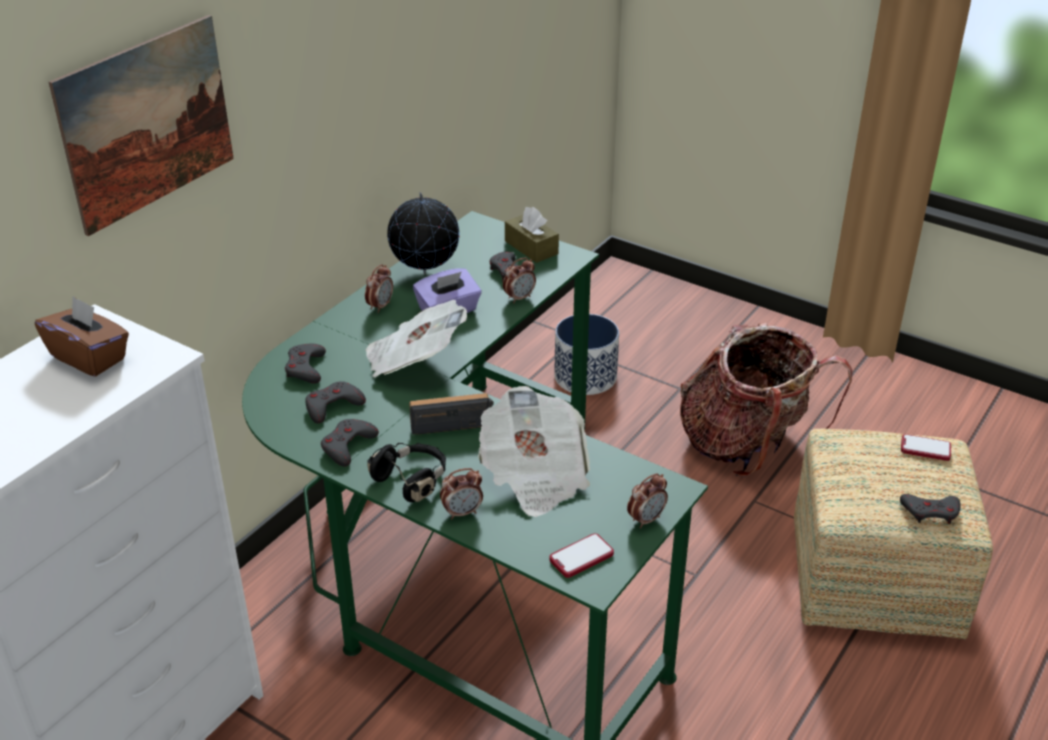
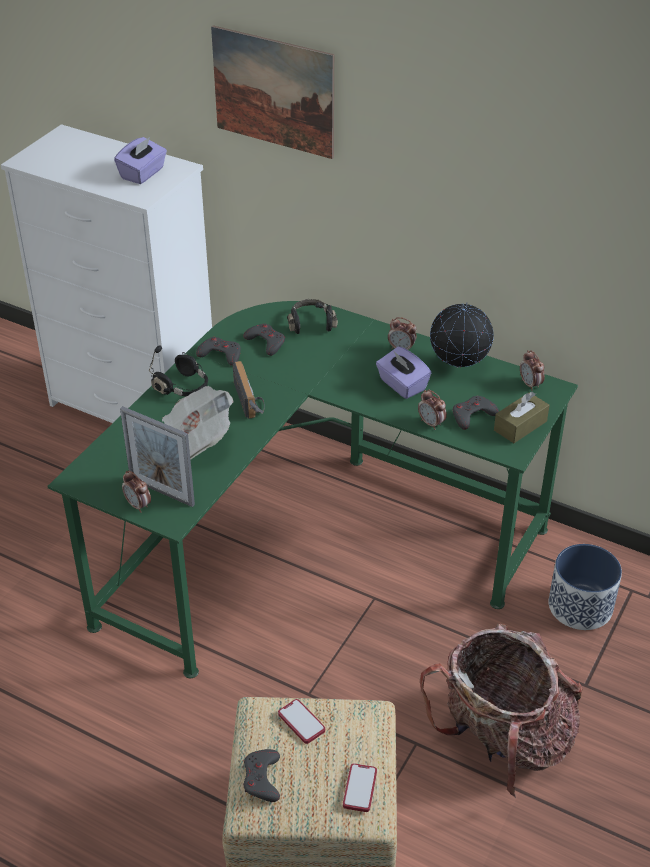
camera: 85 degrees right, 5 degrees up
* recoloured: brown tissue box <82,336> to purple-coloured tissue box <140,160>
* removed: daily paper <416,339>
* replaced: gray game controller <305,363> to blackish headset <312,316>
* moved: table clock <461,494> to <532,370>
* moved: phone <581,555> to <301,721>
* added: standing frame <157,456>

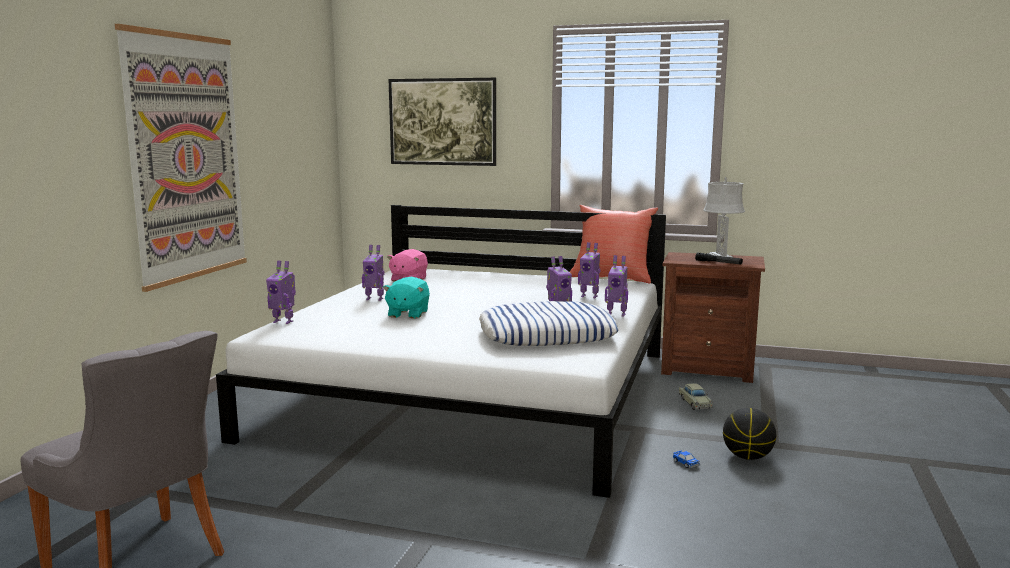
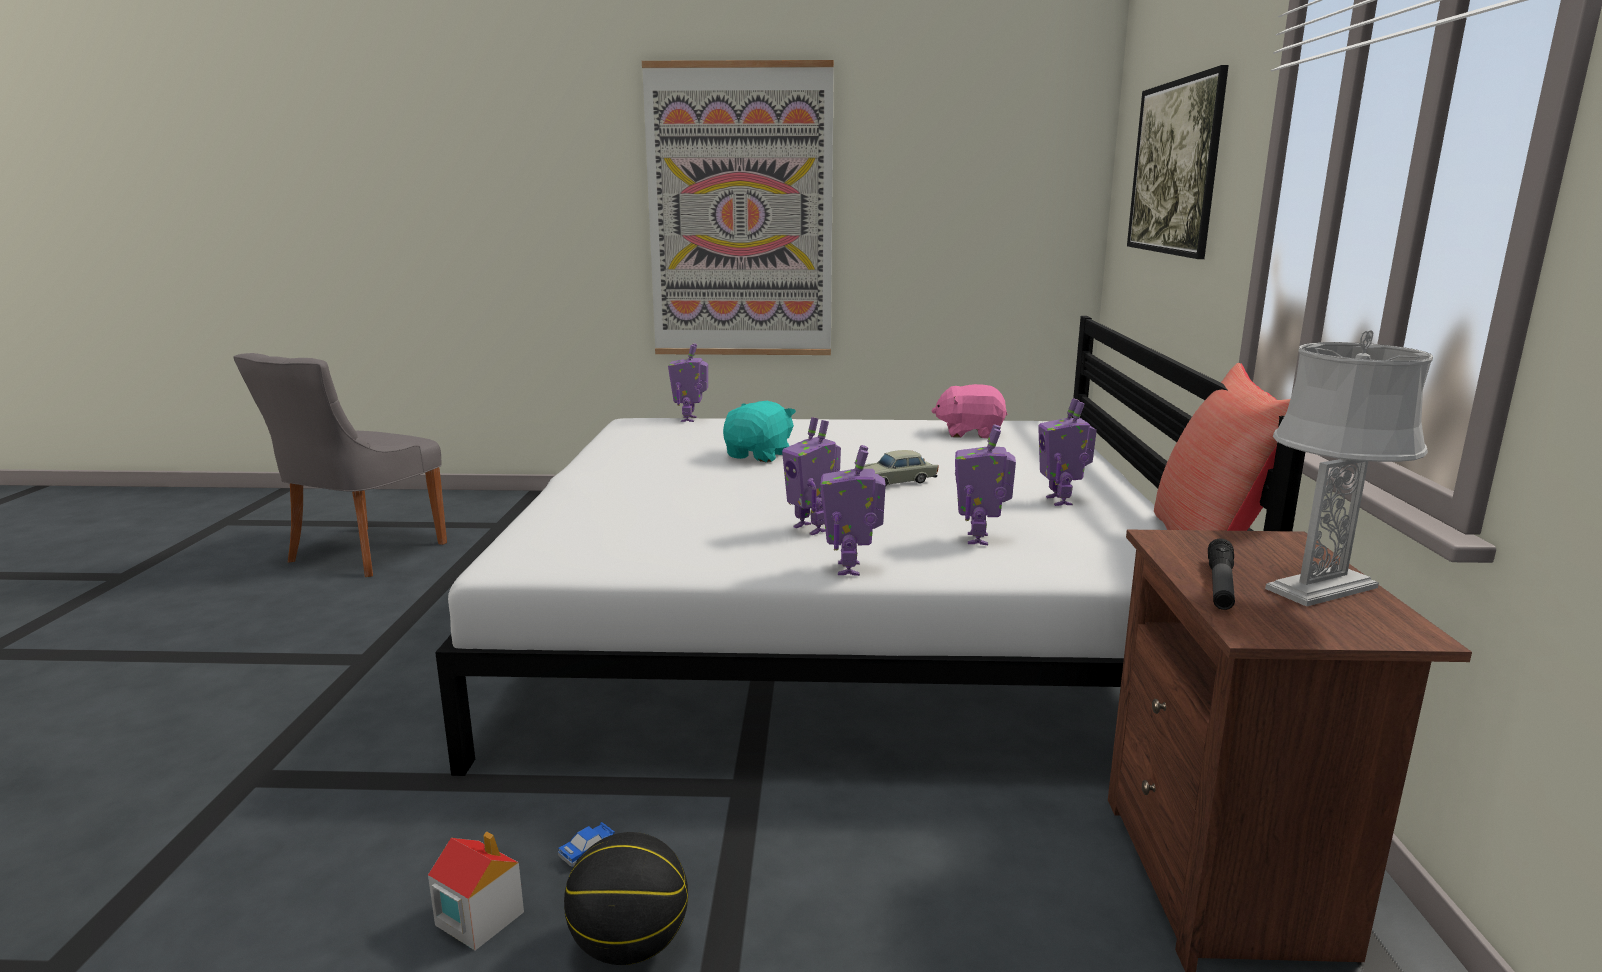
camera: 75 degrees right, 5 degrees up
* moved: robot figure <373,273> to <1067,452>
* turned: blue-green cuddly toy <406,298> = <759,431> 120 degrees clockwise
* removed: cushion <549,323>
* moved: beige-coloured model car <696,396> to <901,467>
* added: miniature house <476,890>

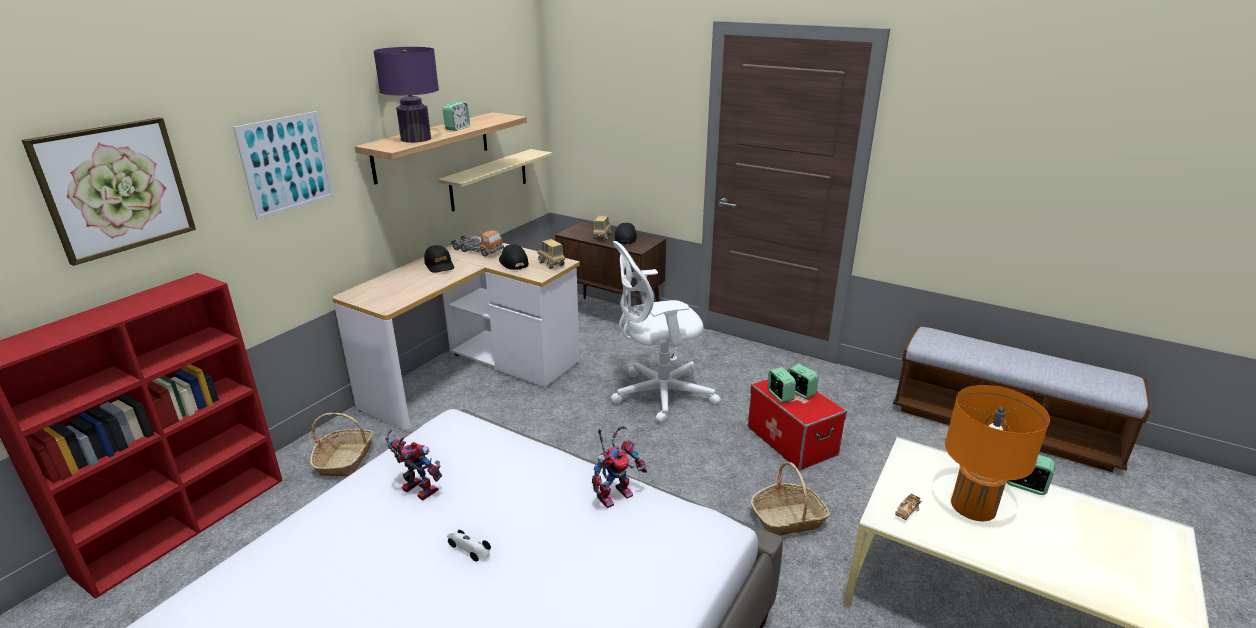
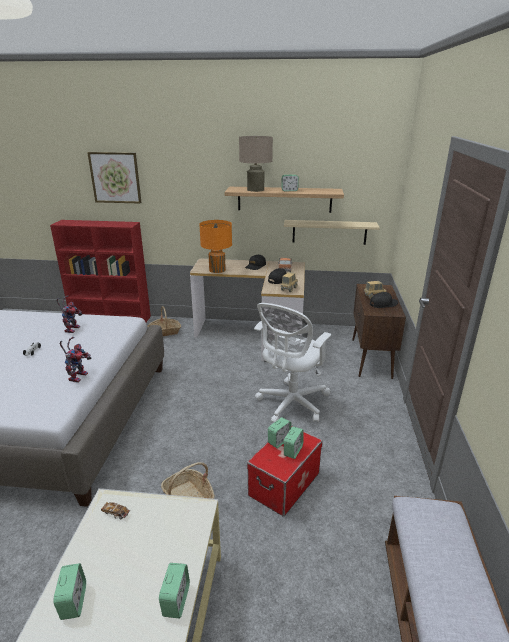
camera: 65 degrees right, 0 degrees up
* recoloured: purple-coloured lamp for a table <406,95> to beige-coloured lamp for a table <256,164>
* removed: picture <283,165>
* turned: whitish desk chair <666,332> = <292,363> 105 degrees counterclockwise
* moved: orange-coloured lamp for a table <997,453> to <215,246>
* turned: robot figure <619,467> = <76,360> 105 degrees counterclockwise
* added: table clock <69,591>

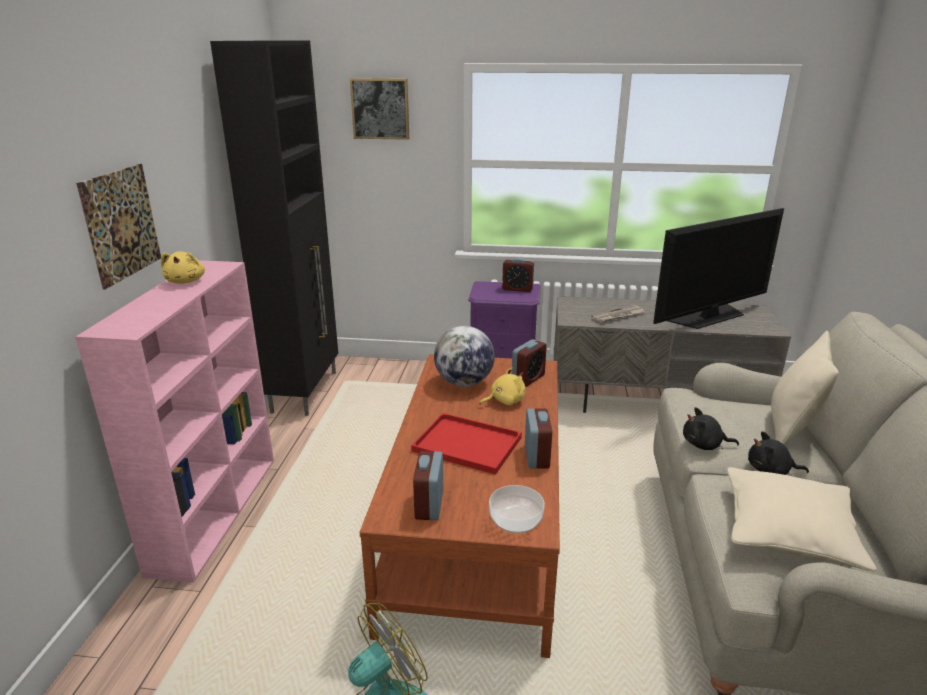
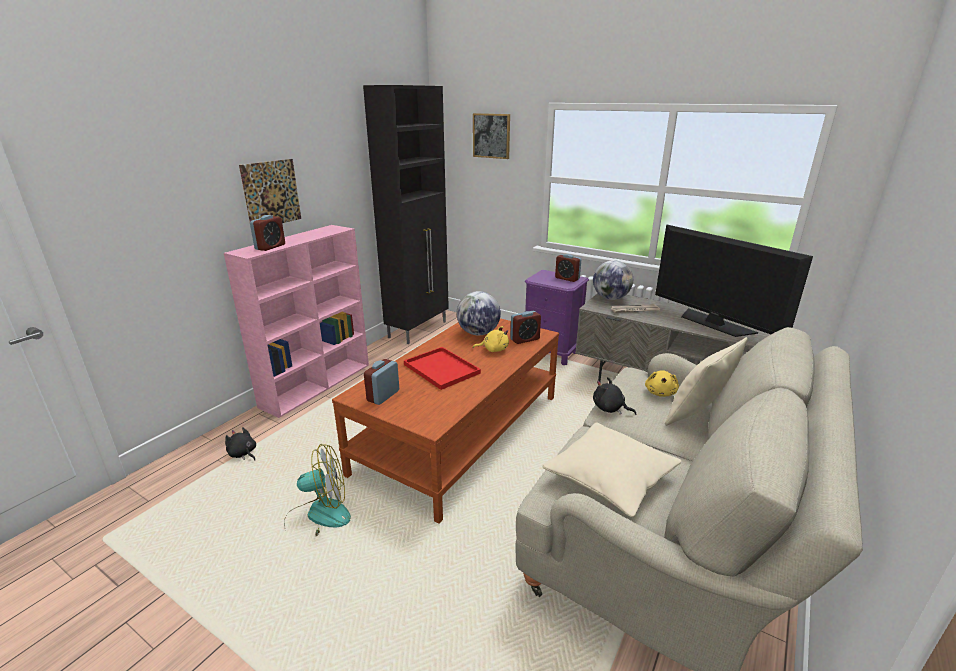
camera: 25 degrees right, 0 degrees up
* turned: TV <718,268> = <734,281> 60 degrees clockwise
* moved: yellow cuddly toy <183,267> to <662,383>
* moved: table clock <538,438> to <267,233>
* moved: blackish cuddly toy <778,453> to <240,444>
* removed: serving bowl <517,509>
* added: world globe <613,280>

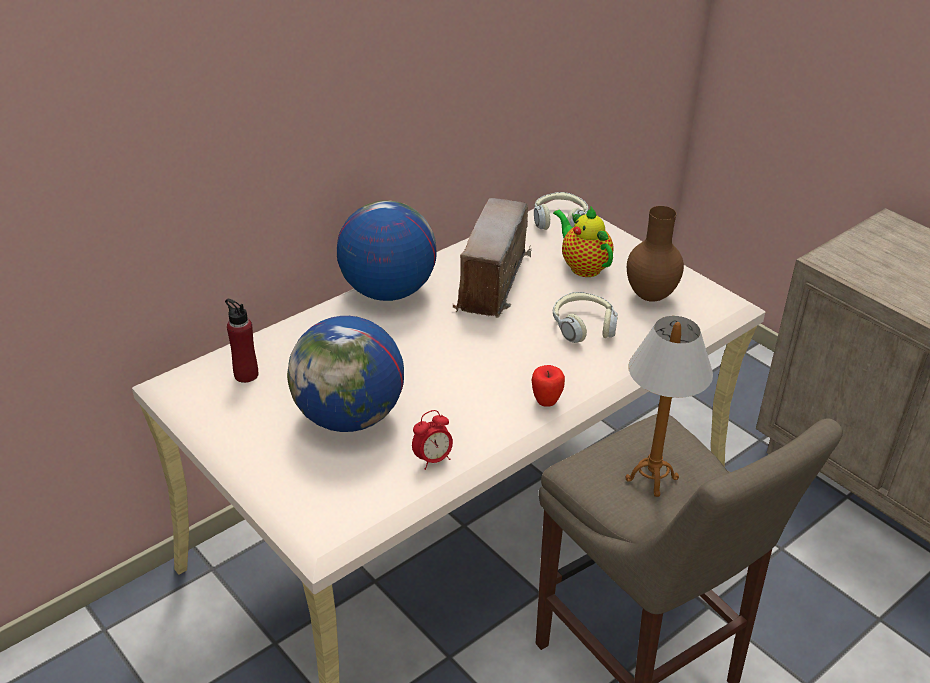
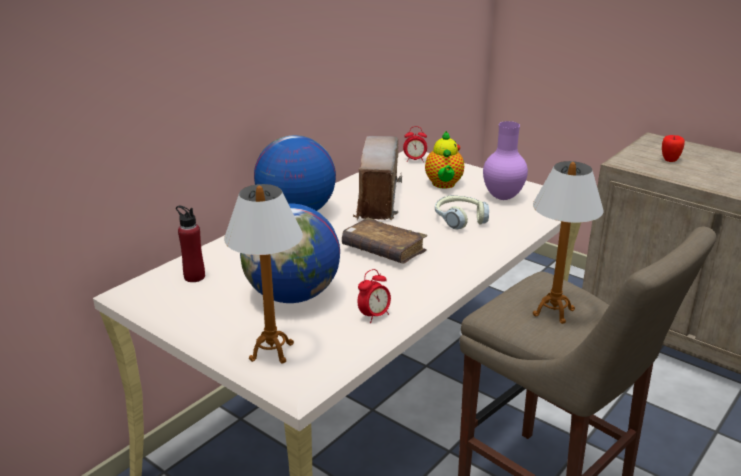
camera: 10 degrees left, 10 degrees down
* replaced: headset <561,211> to table clock <415,144>
* recoloured: brown flower vase <655,254> to purple-coloured flower vase <505,160>
* turned: tea pot <583,242> = <444,160> 135 degrees counterclockwise
* moved: apple fruit <548,386> to <673,148>
* added: lamp for a table <263,274>
* added: brown volume <384,240>

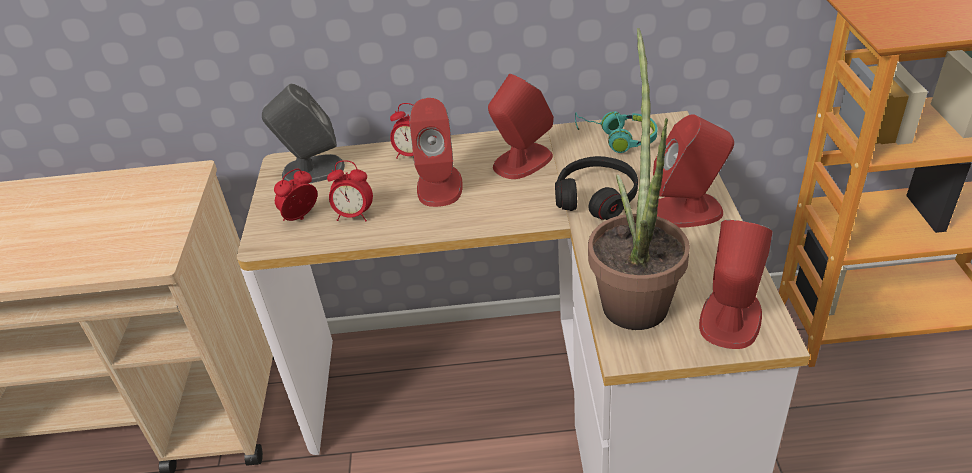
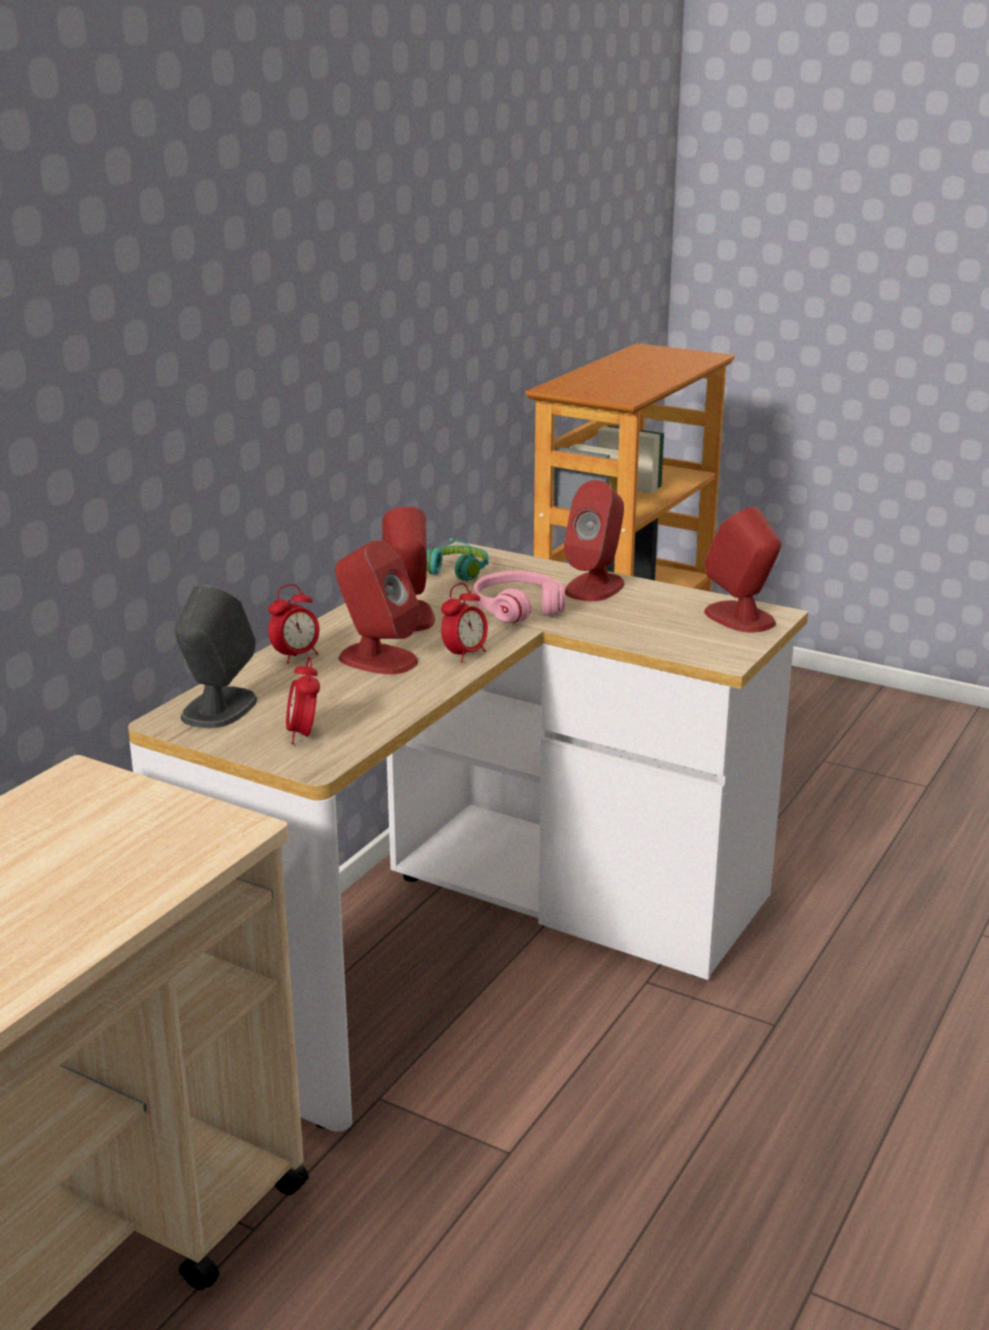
camera: 60 degrees left, 15 degrees down
* removed: potted plant <639,179>
* recoloured: blackish headset <596,188> to pink-coloured headset <519,597>
* moved: table clock <350,190> to <464,623>

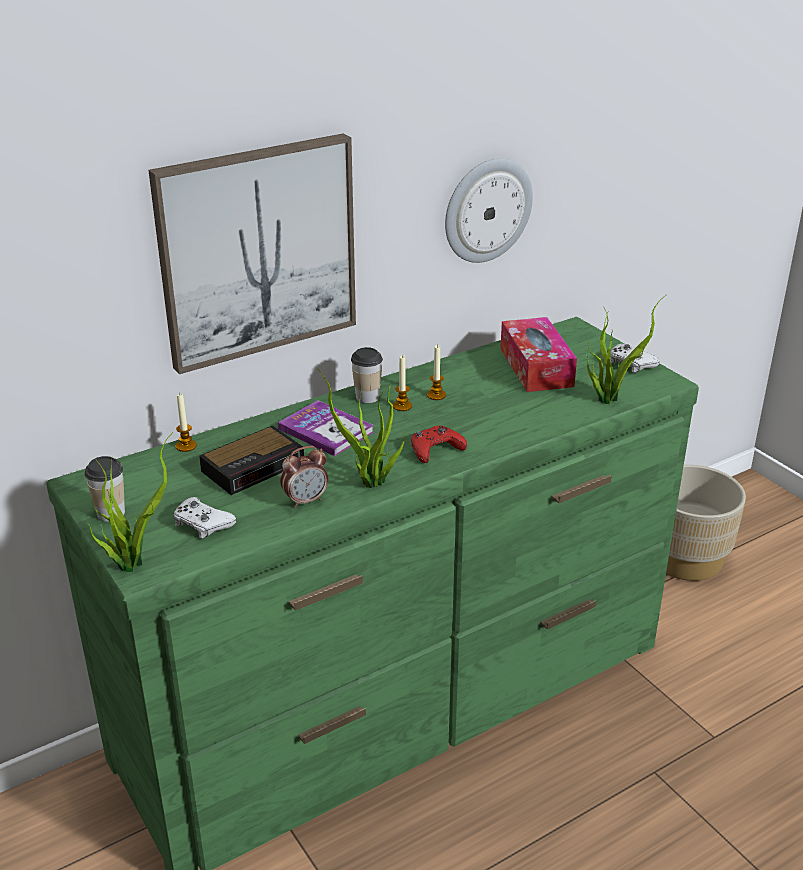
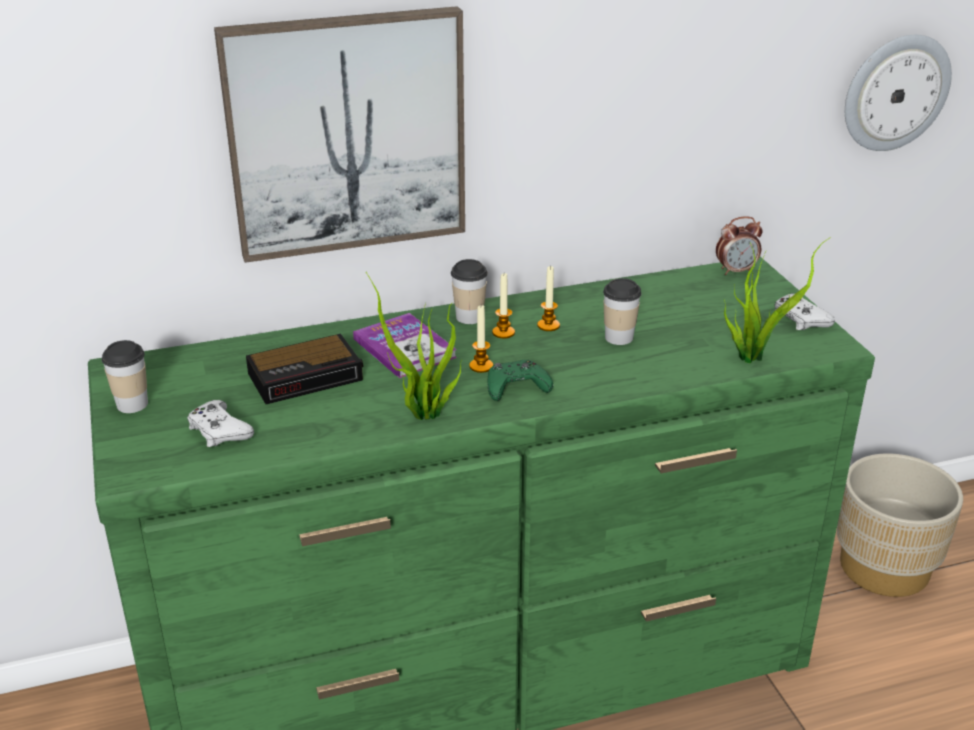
camera: 15 degrees right, 0 degrees up
* moved: hanging clock <489,210> to <898,93>
* removed: tissue box <538,354>
* moved: candle <186,422> to <481,339>
* recoloured: red-coloured game controller <439,444> to green-coloured game controller <520,380>
* removed: potted plant <129,502>
* moved: table clock <304,477> to <739,245>
* added: cup <622,311>

